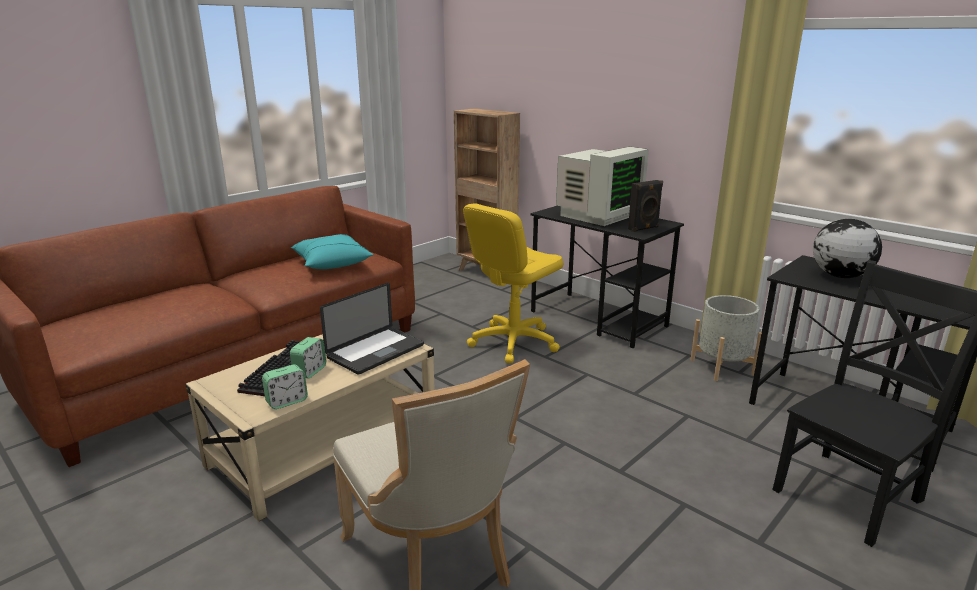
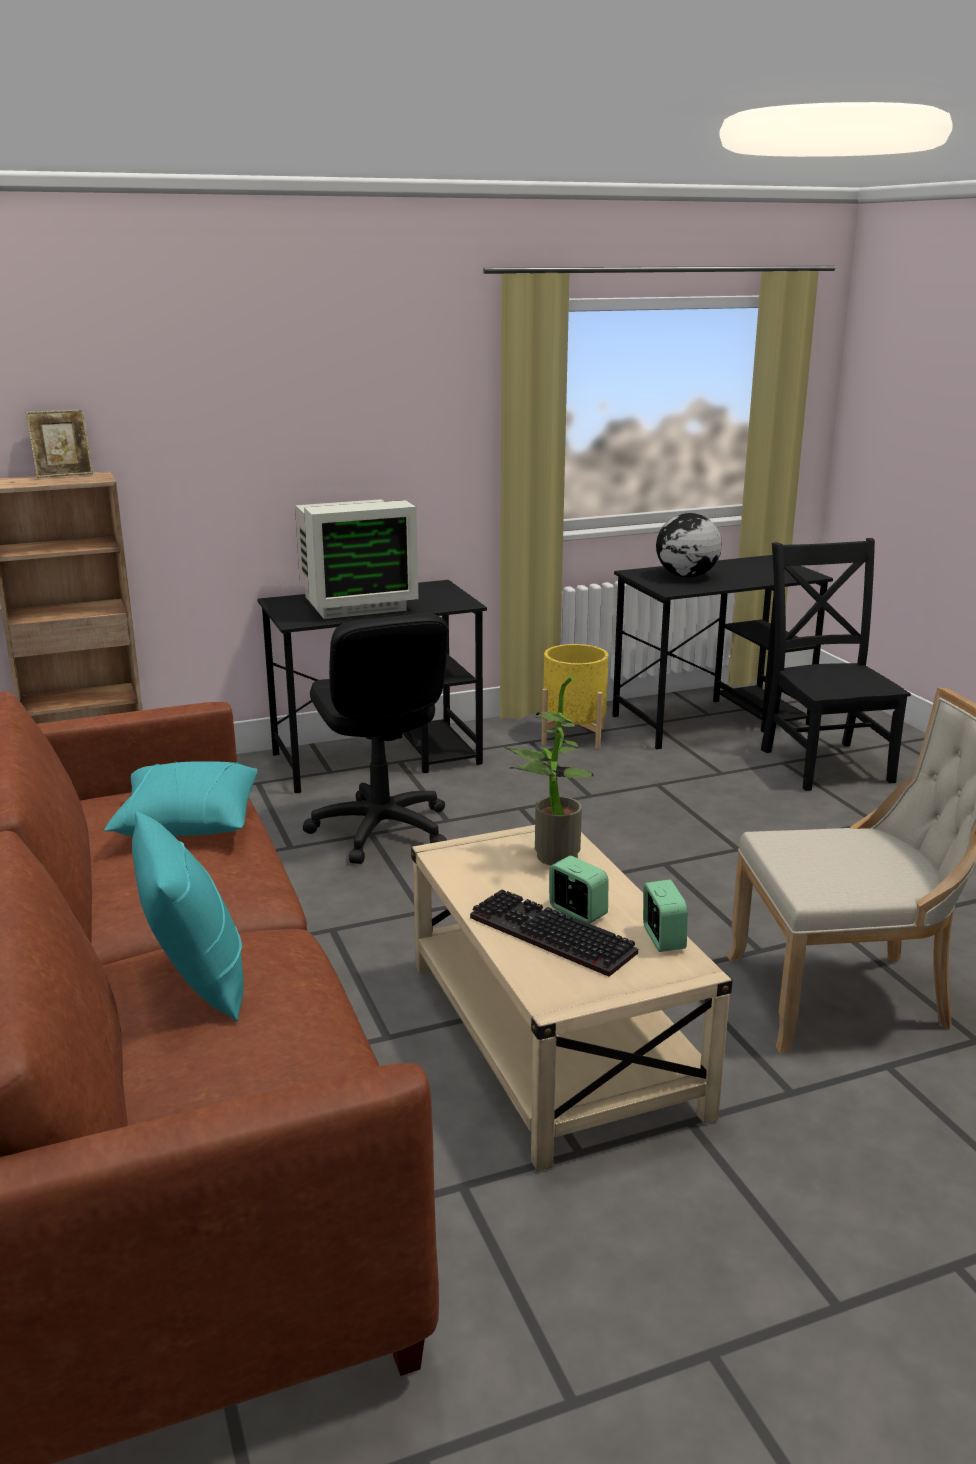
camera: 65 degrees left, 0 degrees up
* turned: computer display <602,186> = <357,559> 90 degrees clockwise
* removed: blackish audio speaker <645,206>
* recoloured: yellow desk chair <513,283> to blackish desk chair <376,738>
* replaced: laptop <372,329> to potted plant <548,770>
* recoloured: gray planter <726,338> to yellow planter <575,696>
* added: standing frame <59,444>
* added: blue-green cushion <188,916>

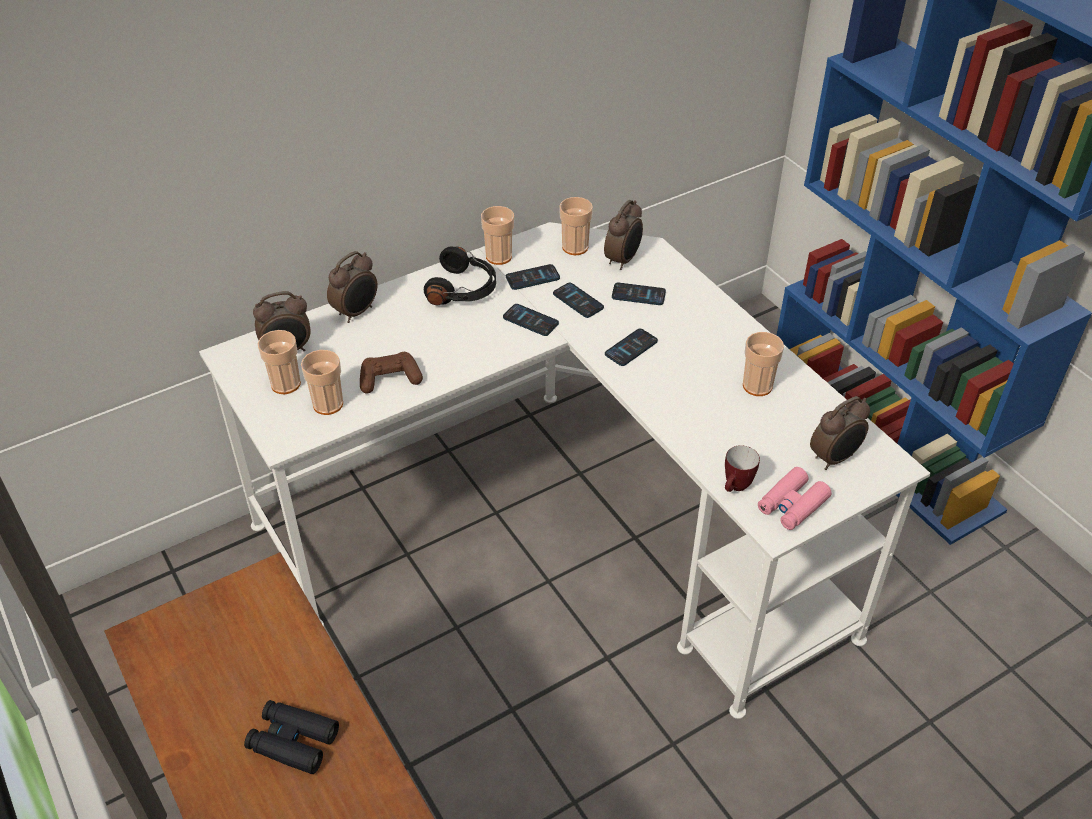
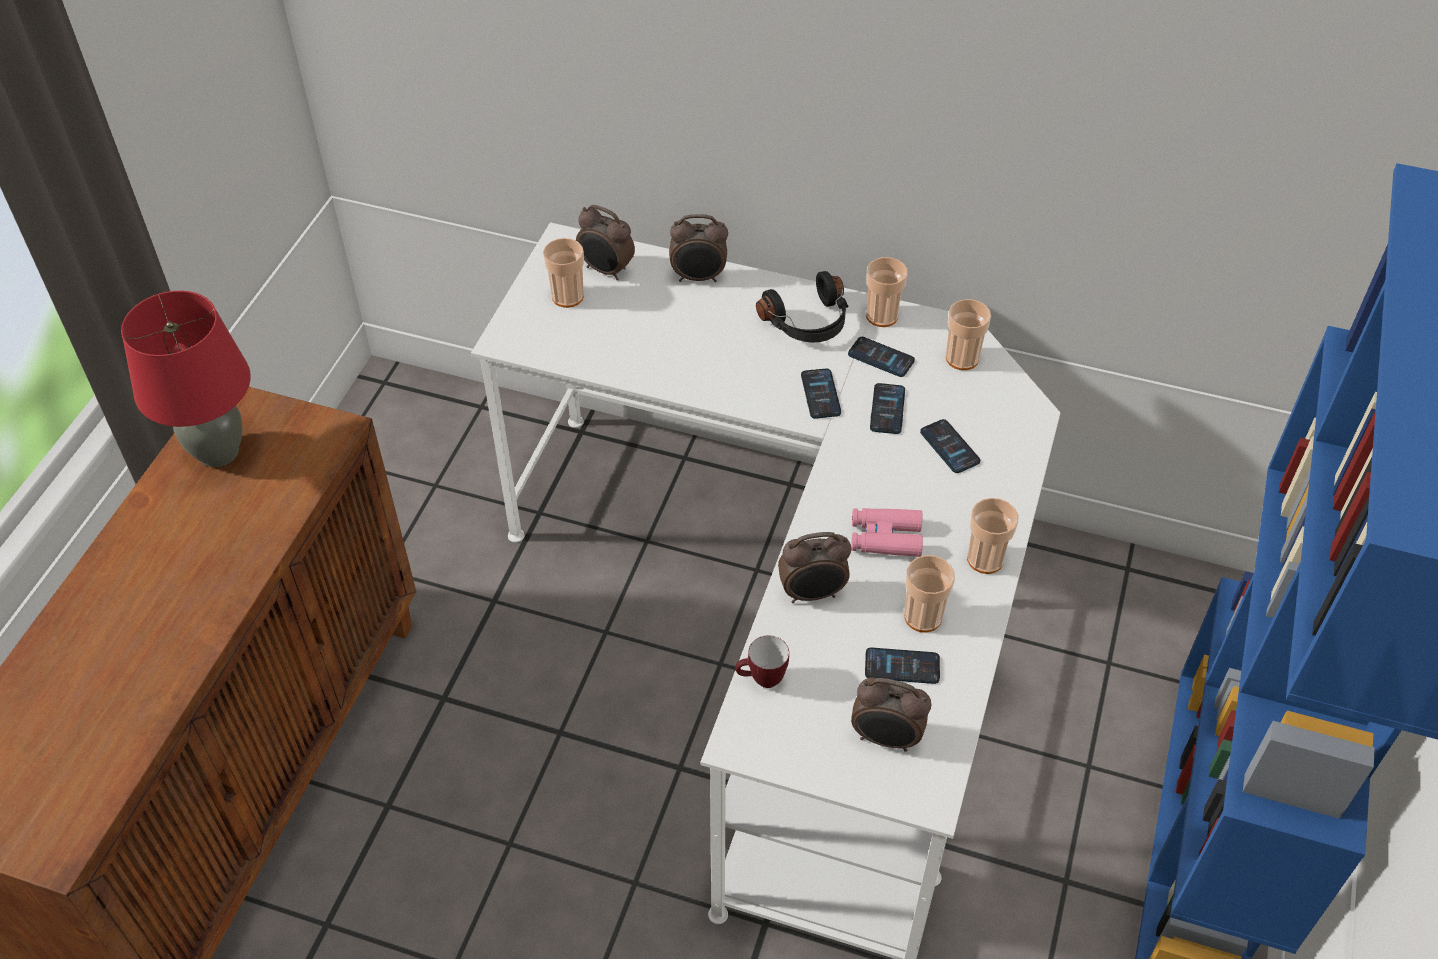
camera: 50 degrees right, 5 degrees up
* moved: table clock <623,235> to <814,567>
* moved: phone <631,347> to <902,665>
* moved: cup <322,382> to <992,536>
* removed: brown game controller <391,373>
* moved: pink-coloured binoculars <795,498> to <887,532>
* removed: blackish binoculars <291,737>
* added: red-coloured lamp for a table <186,379>

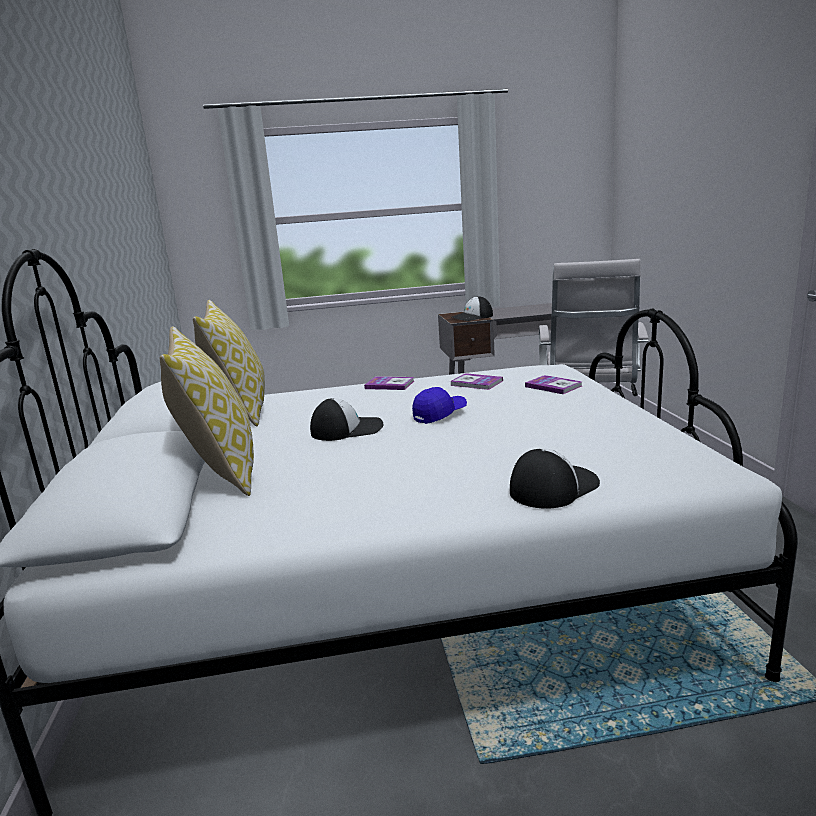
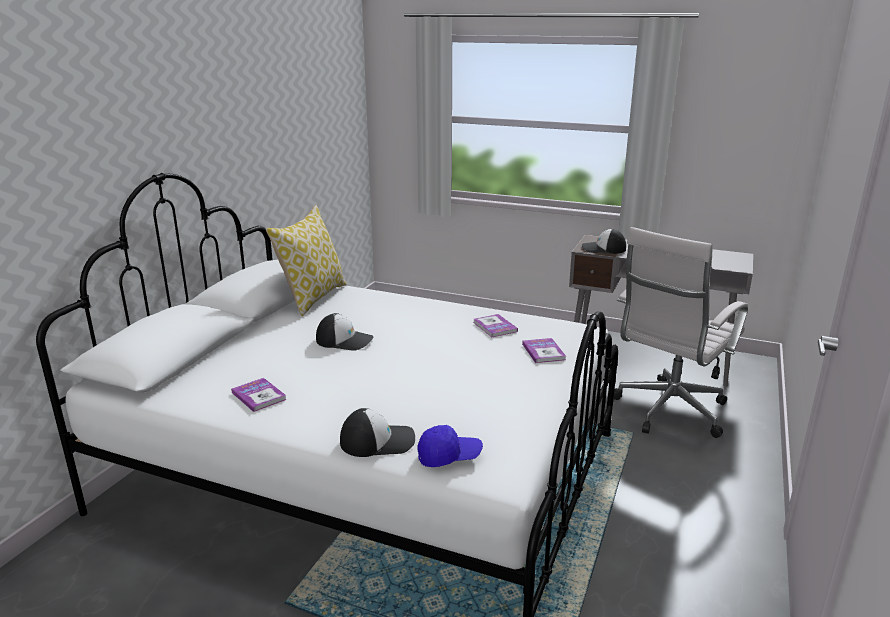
camera: 30 degrees right, 5 degrees up
* removed: cushion <207,411>
* moved: volume <389,383> to <259,395>
* moved: blue-coloured cap <439,405> to <450,446>

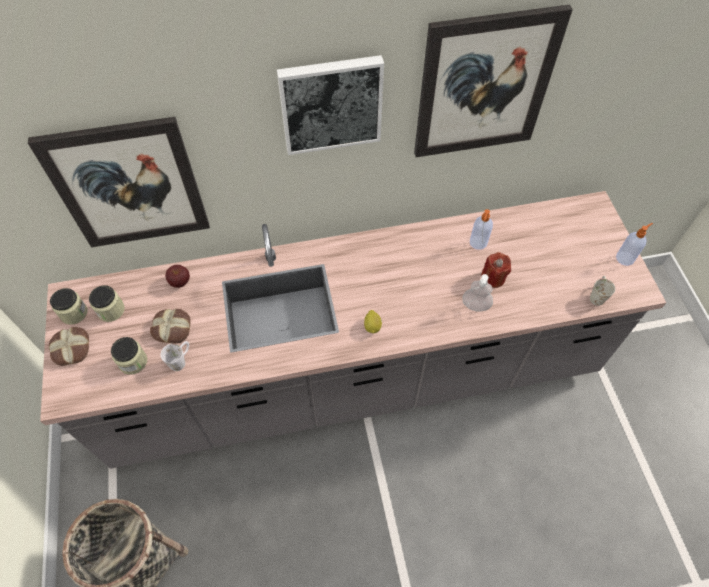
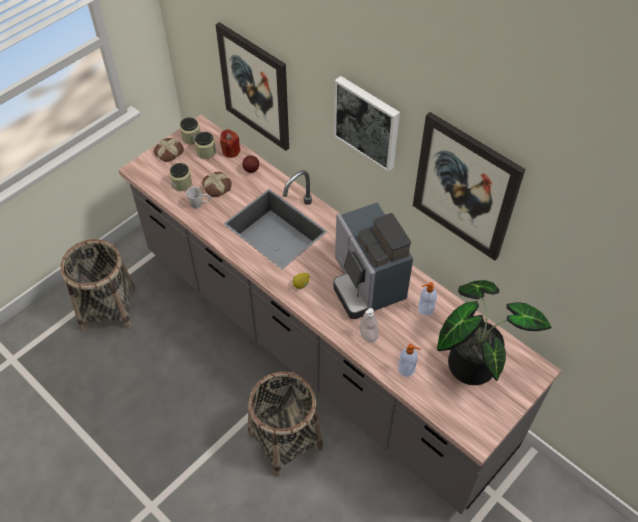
camera: 55 degrees right, 5 degrees down
* moved: liquid soap bottle <634,244> to <409,360>
* moved: red-coloured candle <496,270> to <230,143>
* removed: whitish coffee mug <602,291>
* added: coffee brewer <373,261>
* added: potted plant <494,332>
* added: basket <285,424>

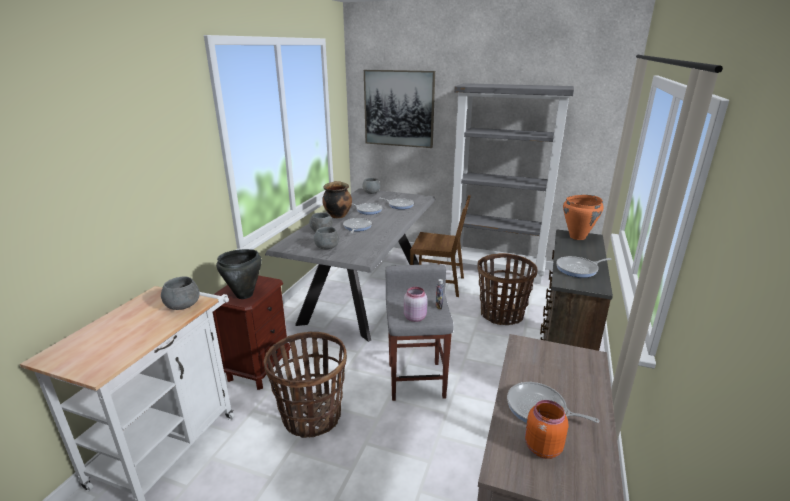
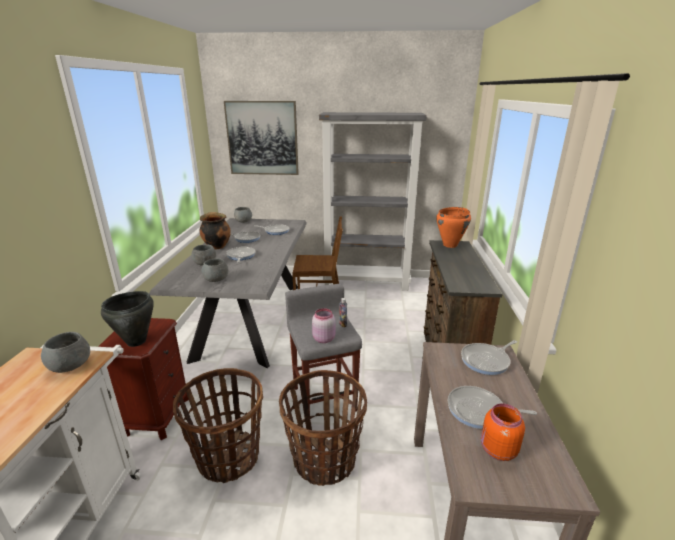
camera: 15 degrees left, 0 degrees up
* moved: basket <507,289> to <323,428>
* moved: pan <584,267> to <489,357>

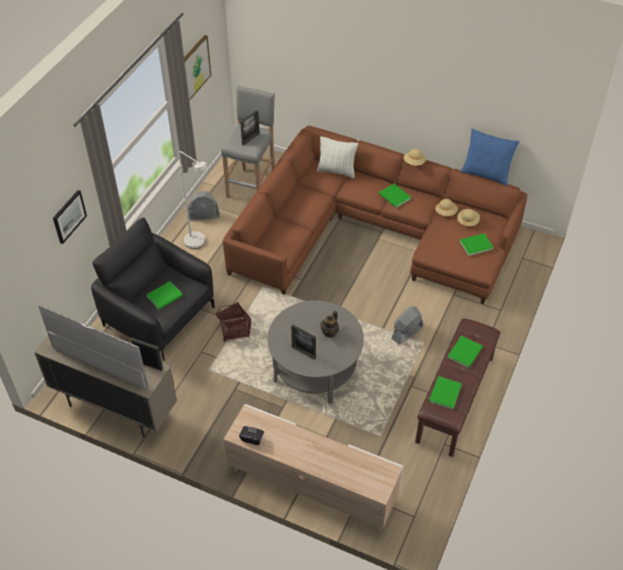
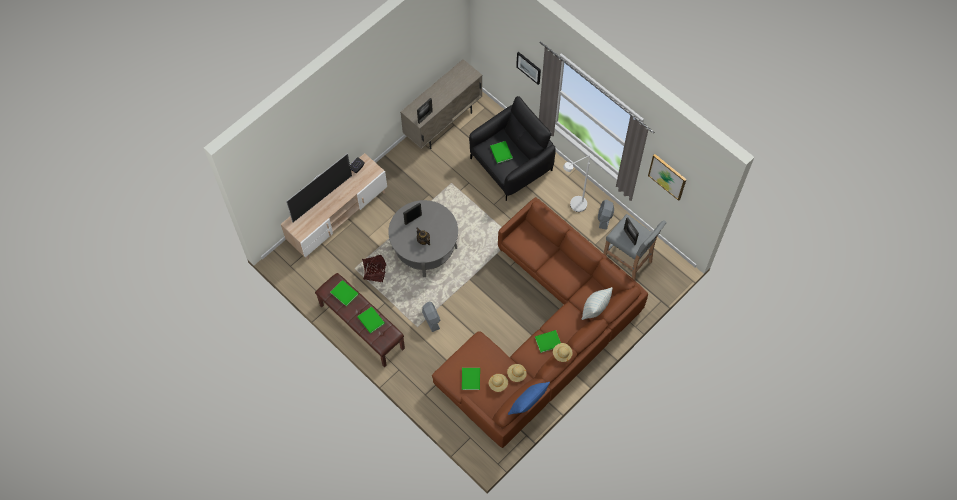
camera: 110 degrees right, 15 degrees up
* moved: basket <233,322> to <374,268>
* moved: TV <93,346> to <319,188>

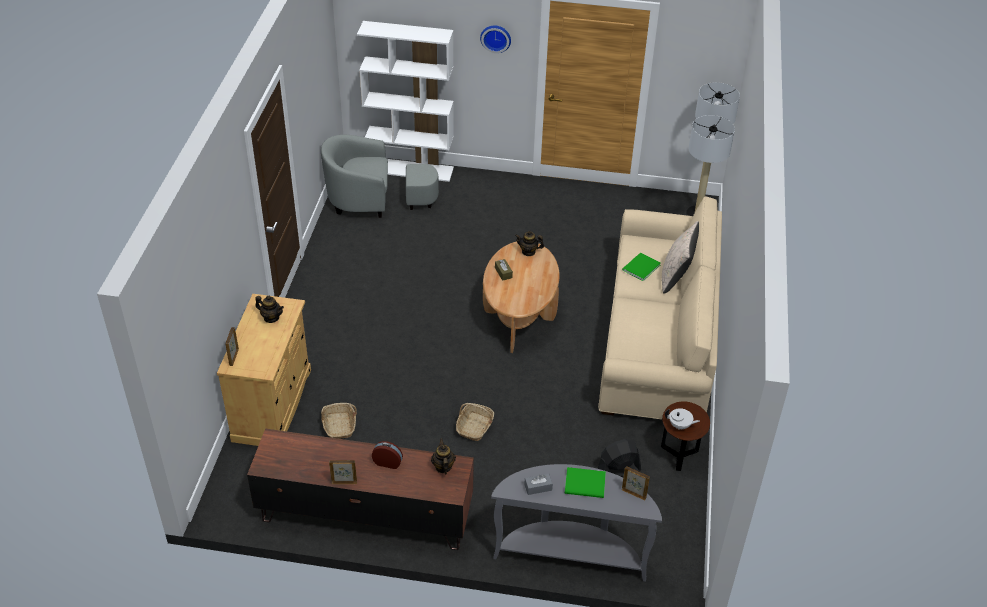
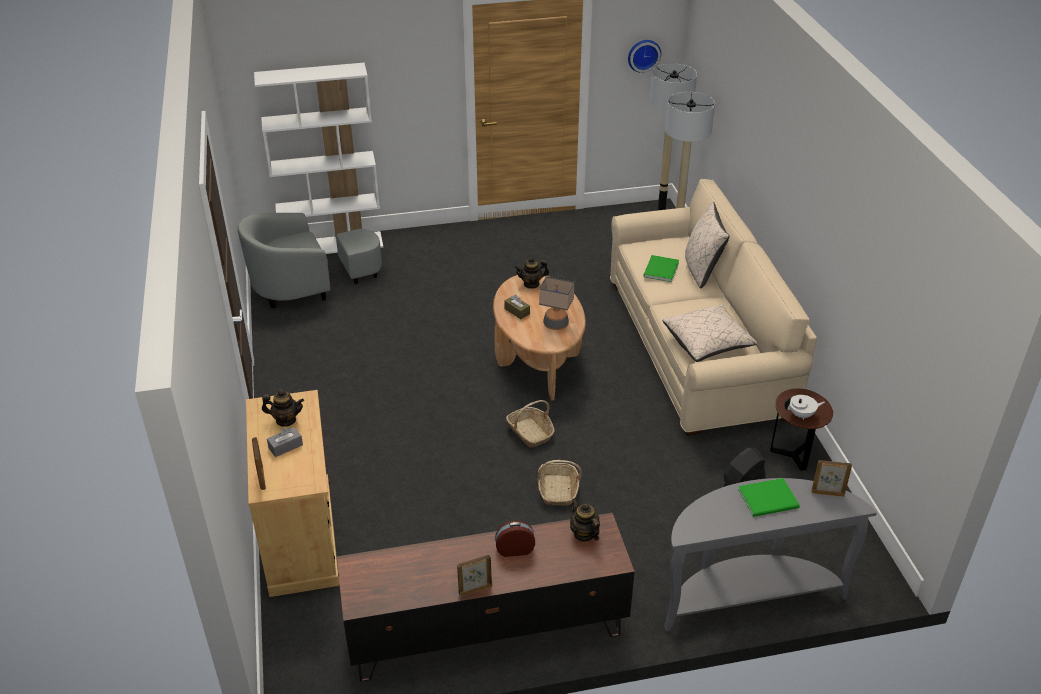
camera: 20 degrees left, 5 degrees down
* moved: hanging clock <495,39> to <644,56>
* moved: basket <339,421> to <530,424>
* moved: gray tissue box <538,484> to <285,442>
* added: lamp for a table <557,303>
* added: beige-coloured cushion <710,333>

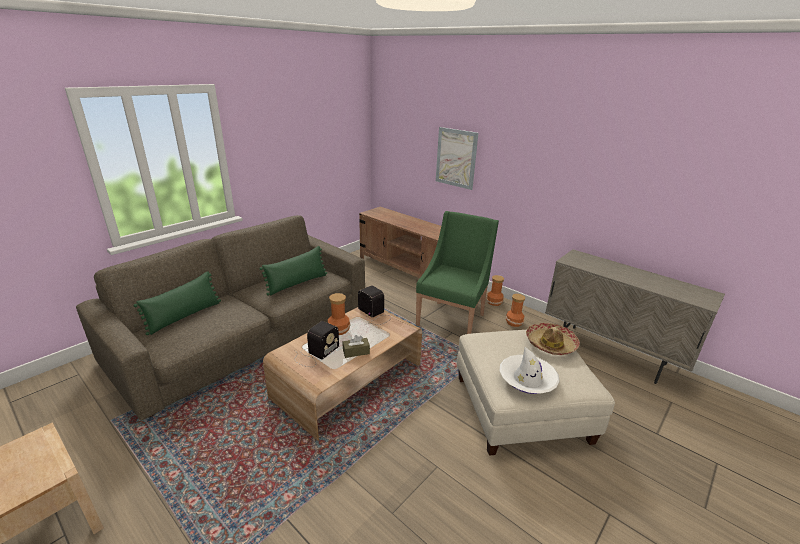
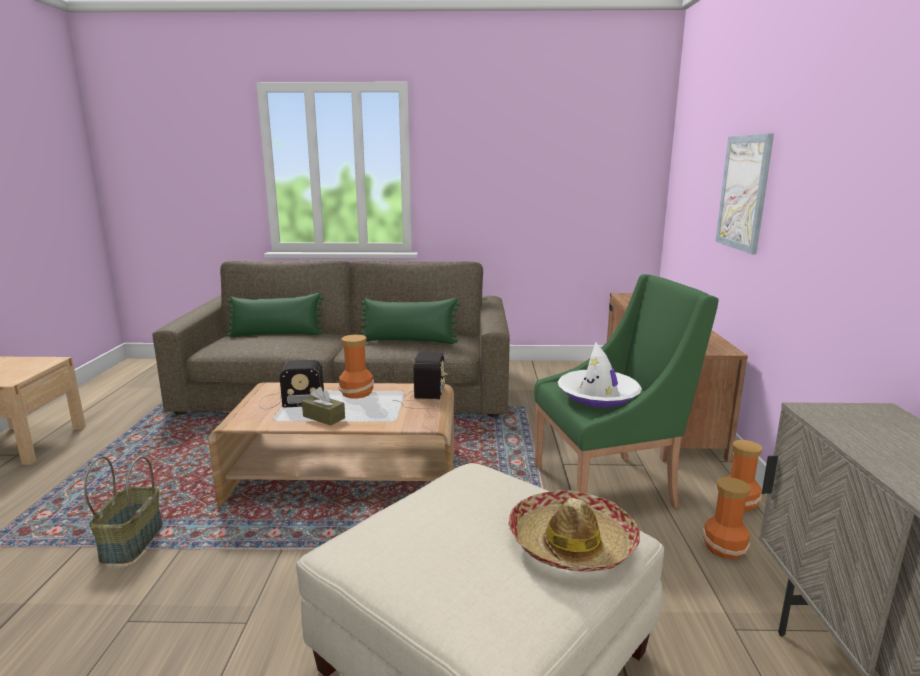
camera: 50 degrees right, 10 degrees down
* moved: whitish hat <530,370> to <600,375>
* added: basket <123,510>

